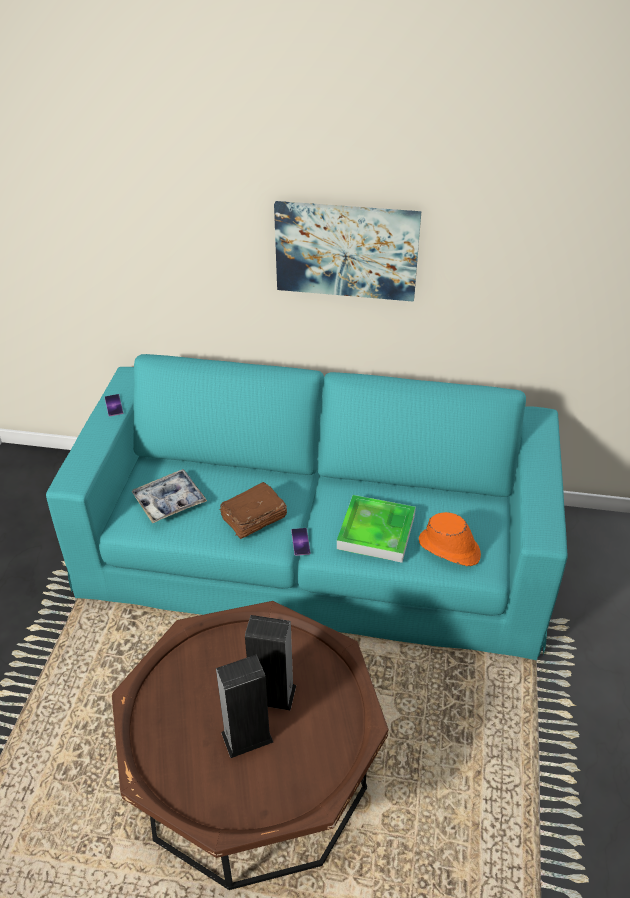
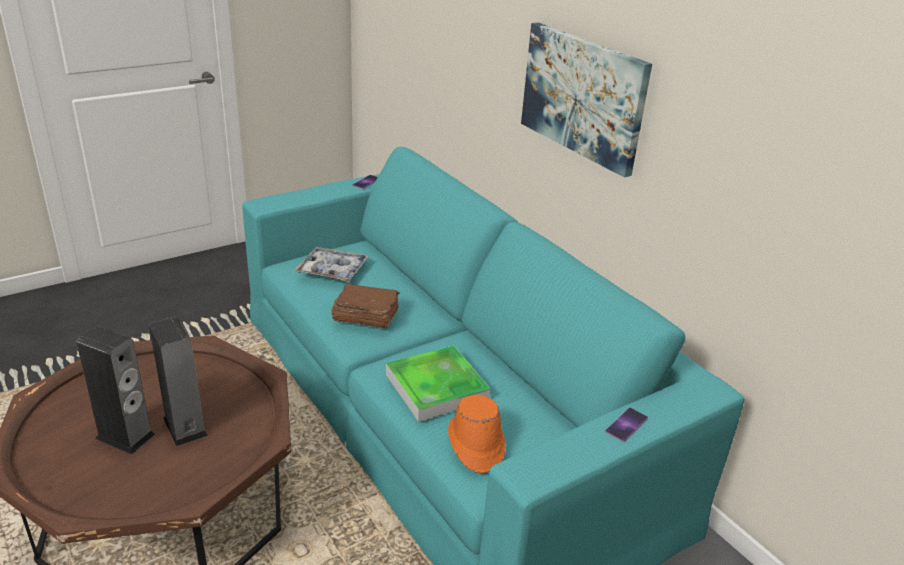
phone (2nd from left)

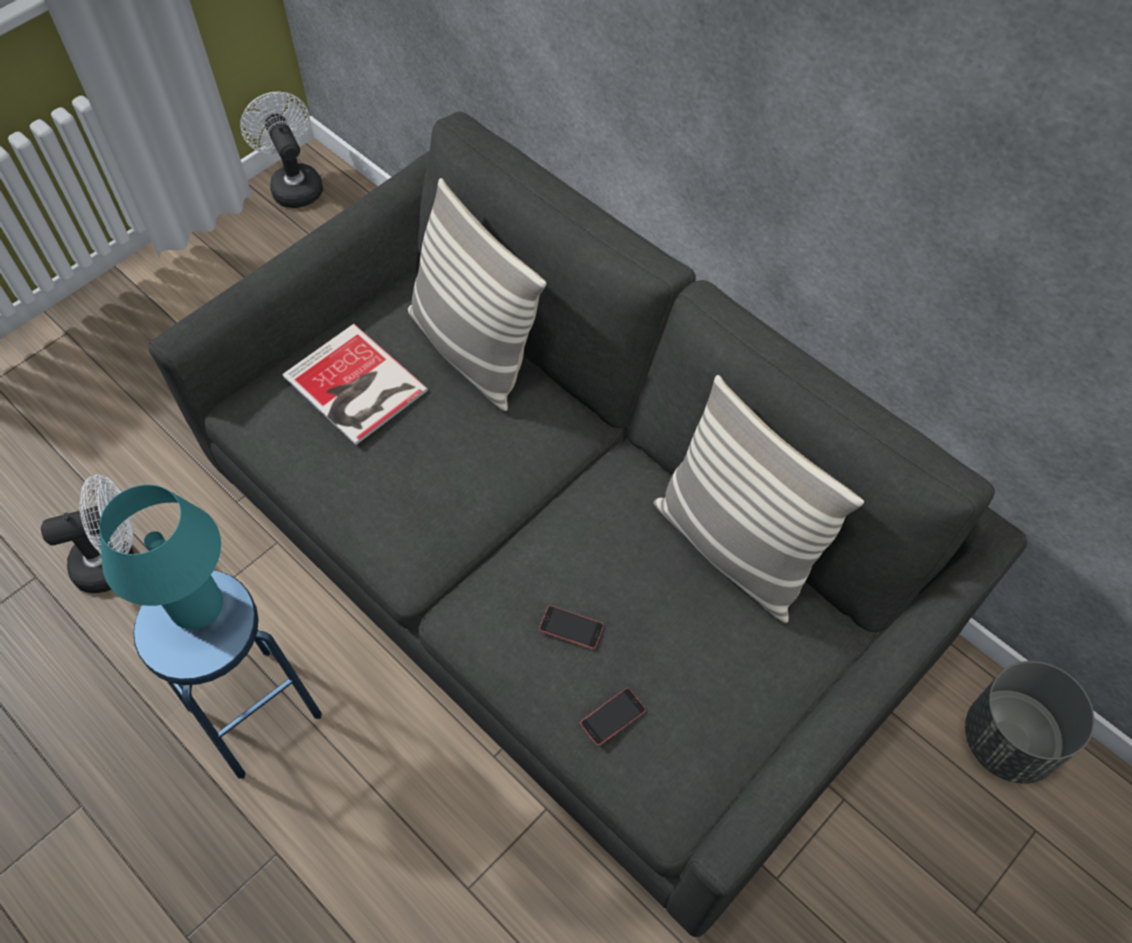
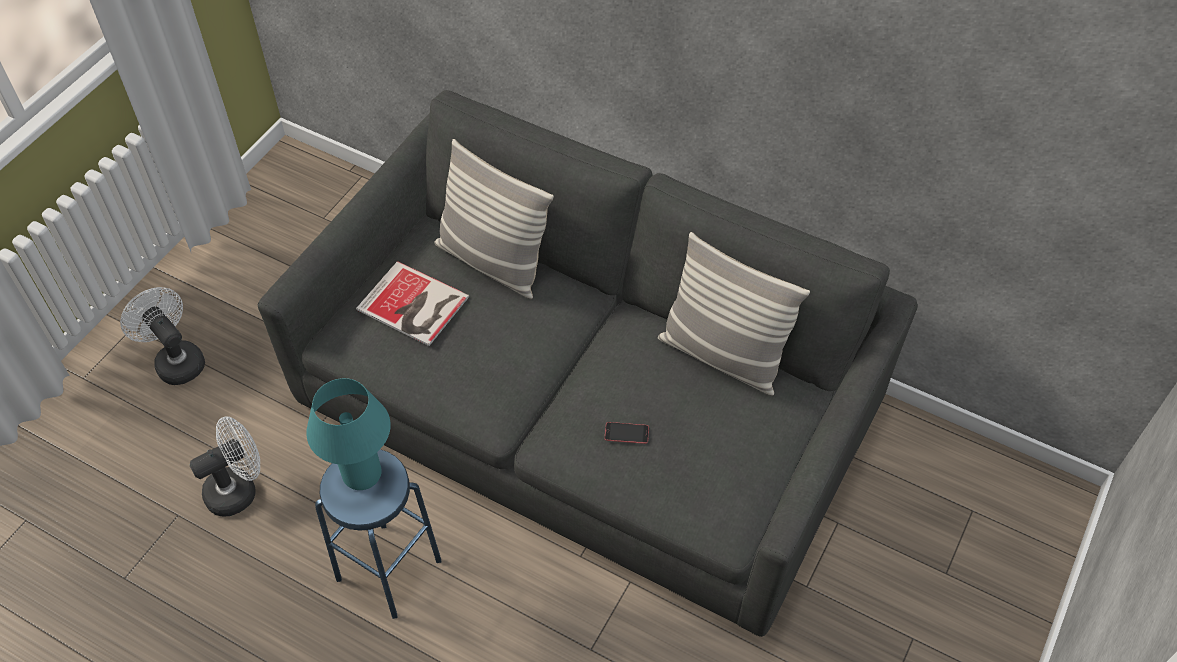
phone (2nd from left in the first image)
grey planter
white fan (1st from left)

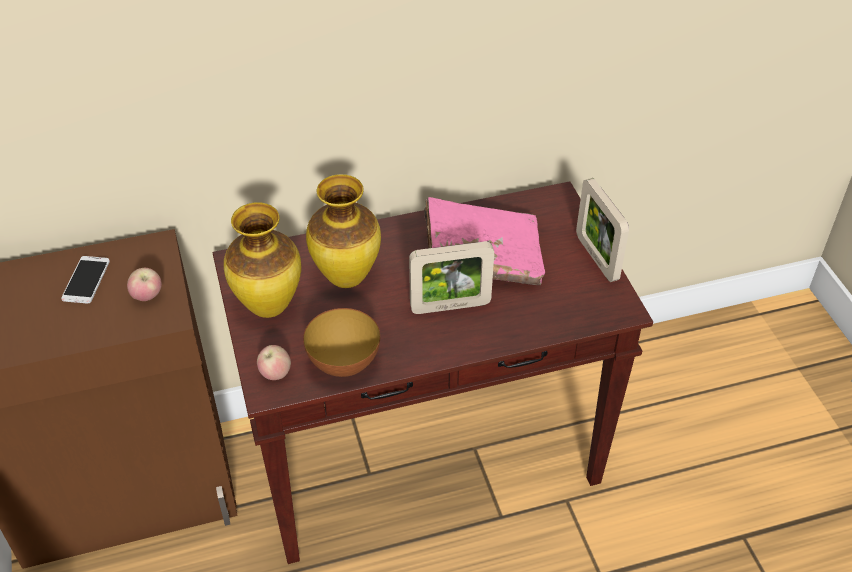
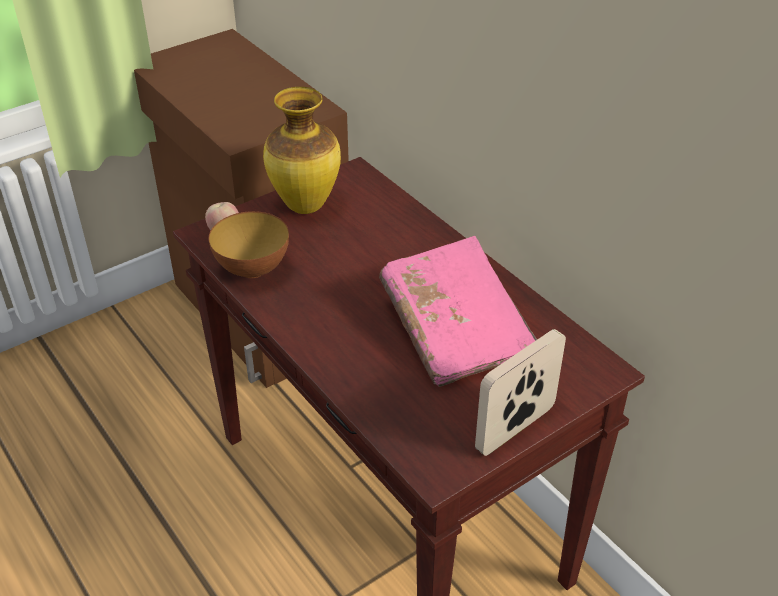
phone
apple (1st from left in the first image)
vase (2nd from left in the first image)
picture frame (1st from left in the first image)

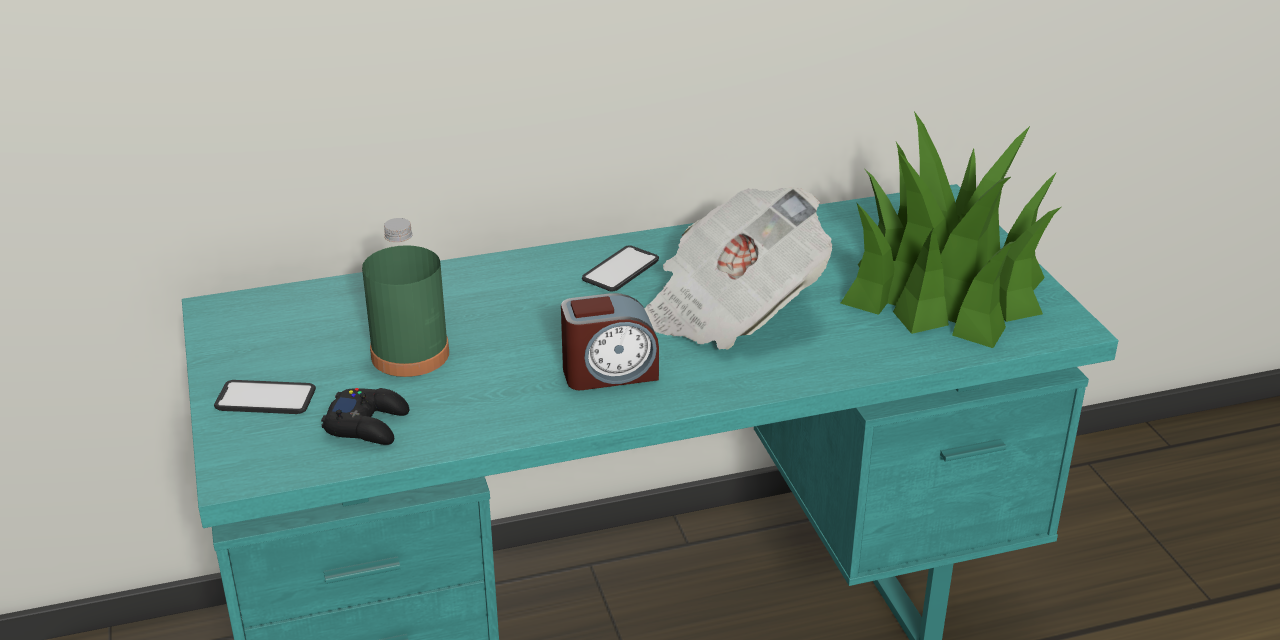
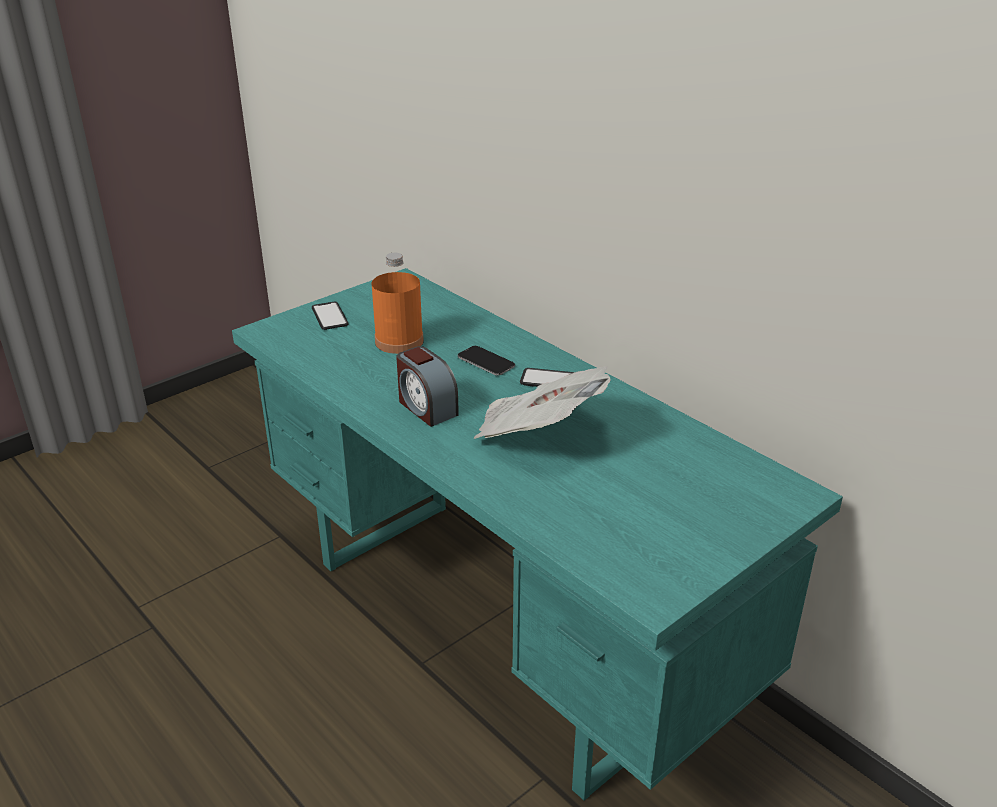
black game controller
potted plant
phone (2nd from left)
orange bottle

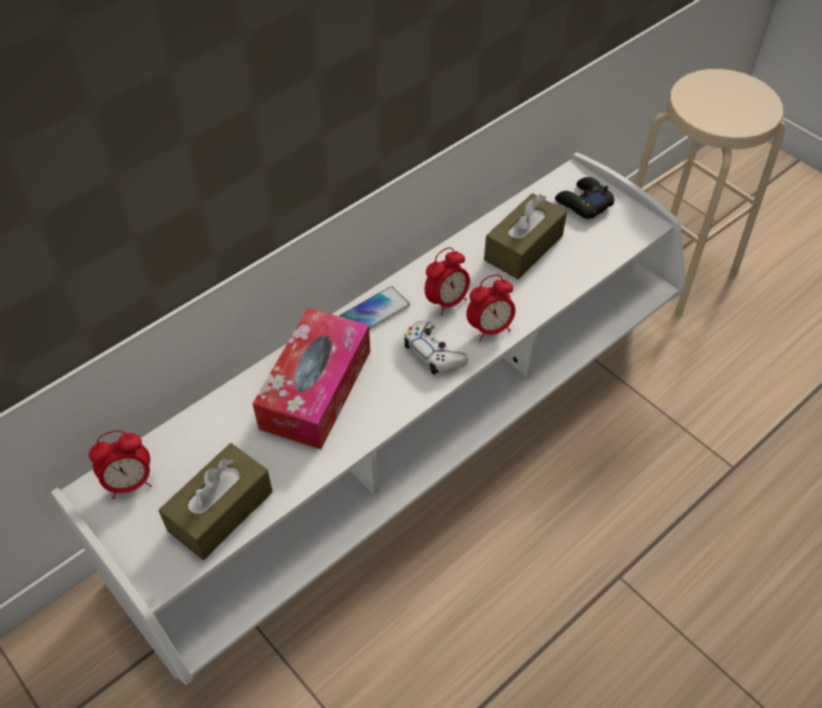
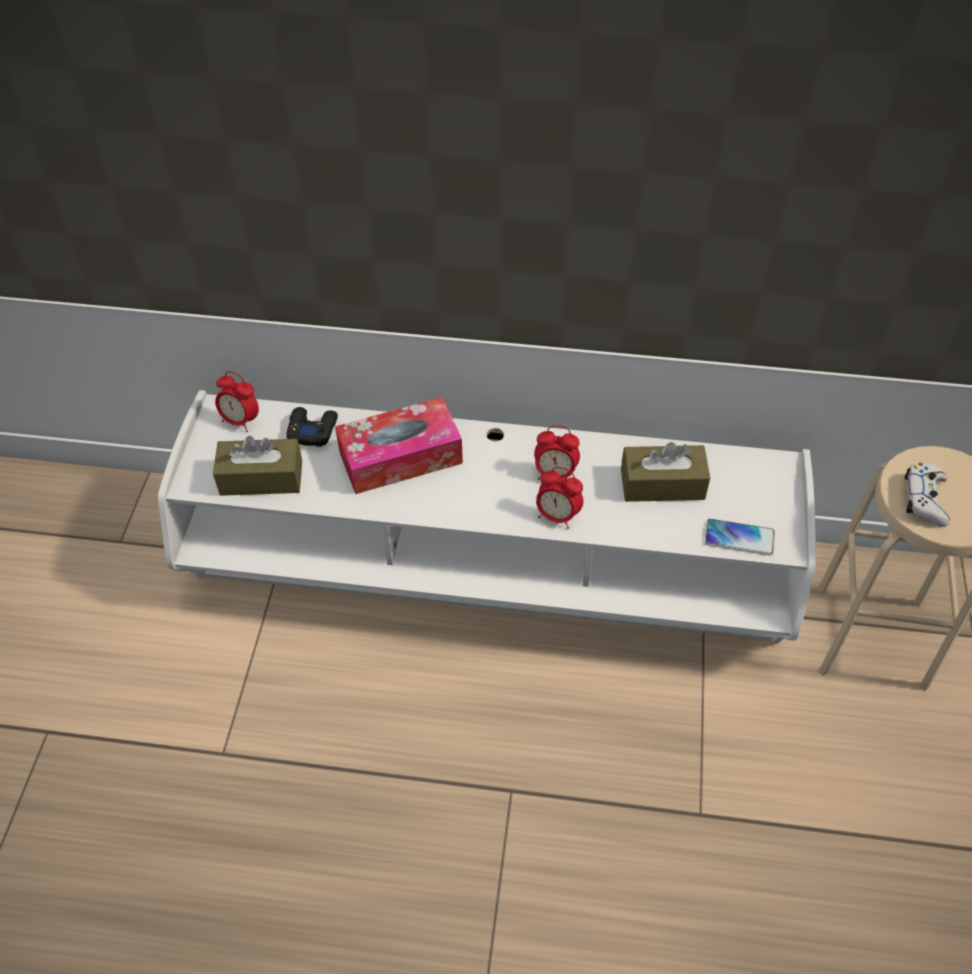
phone
white game controller
black game controller

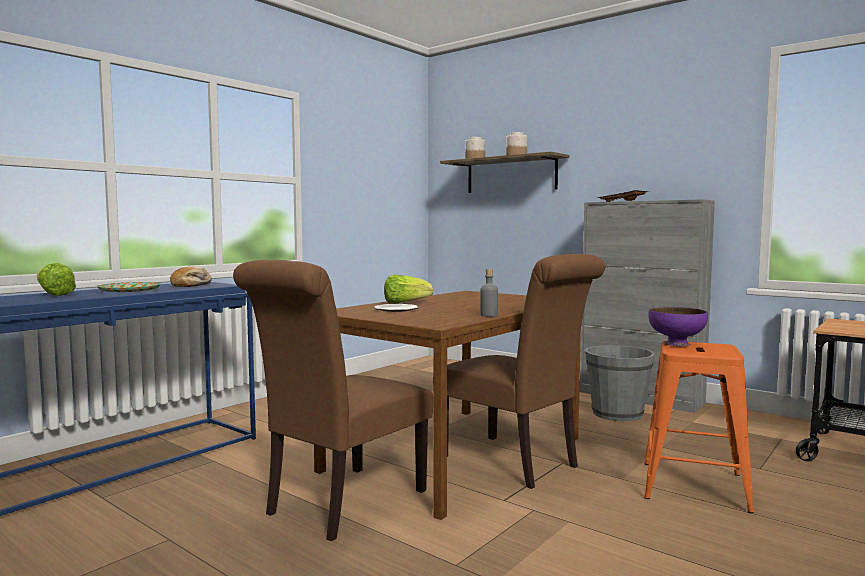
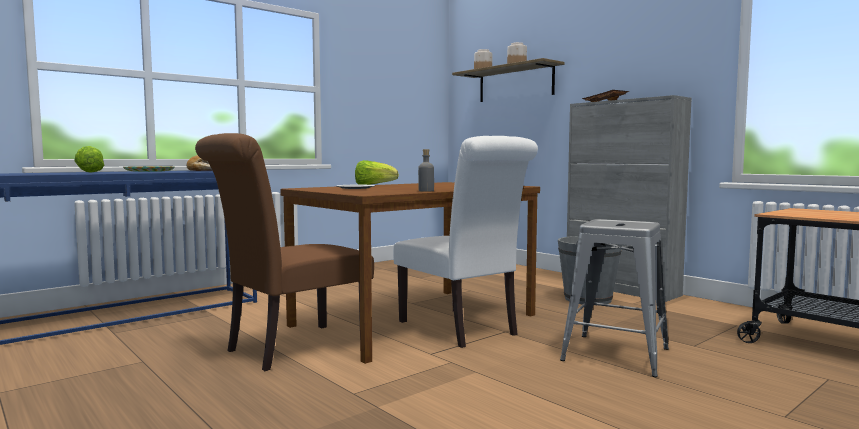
purple bowl
white chair
grey stool

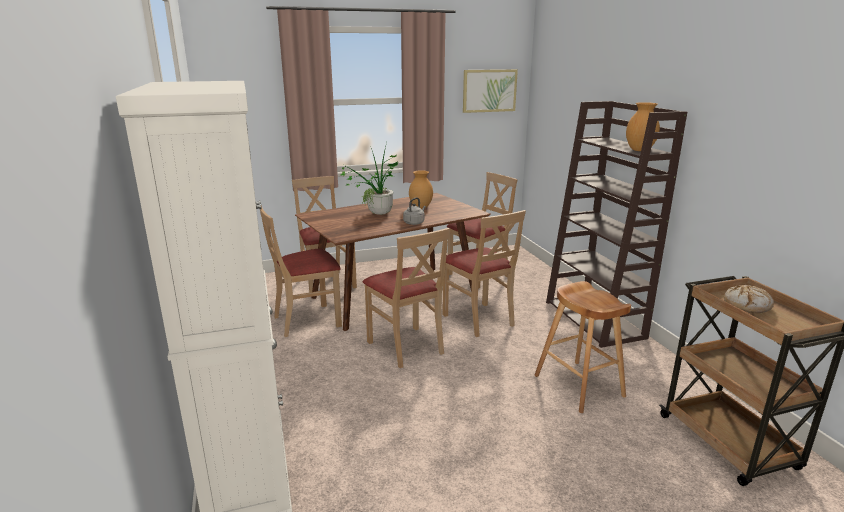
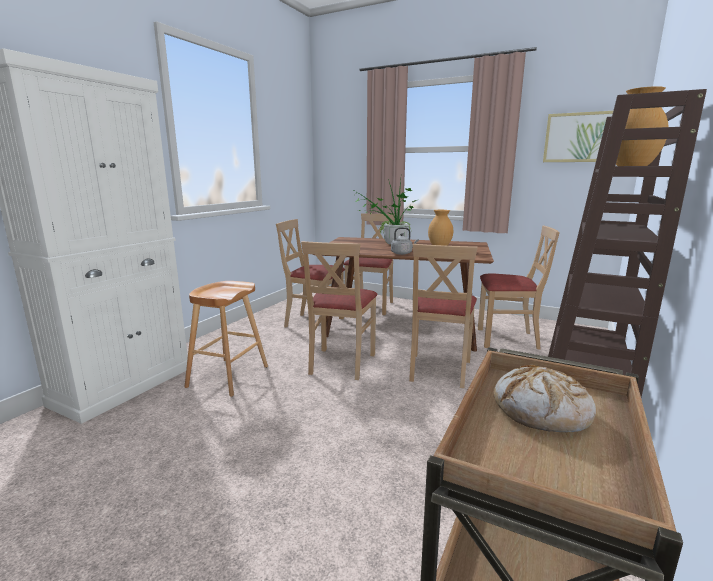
brown stool

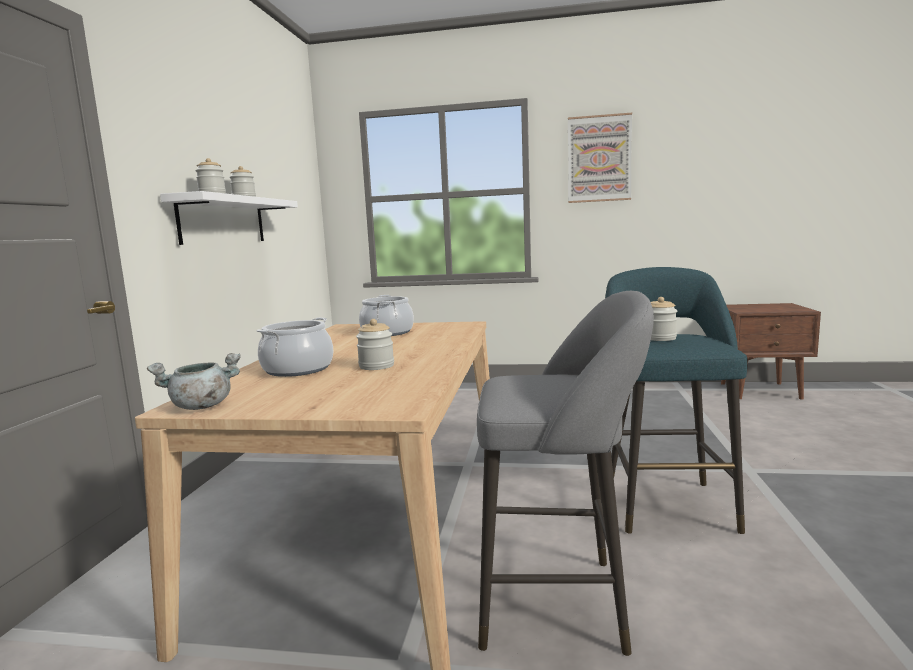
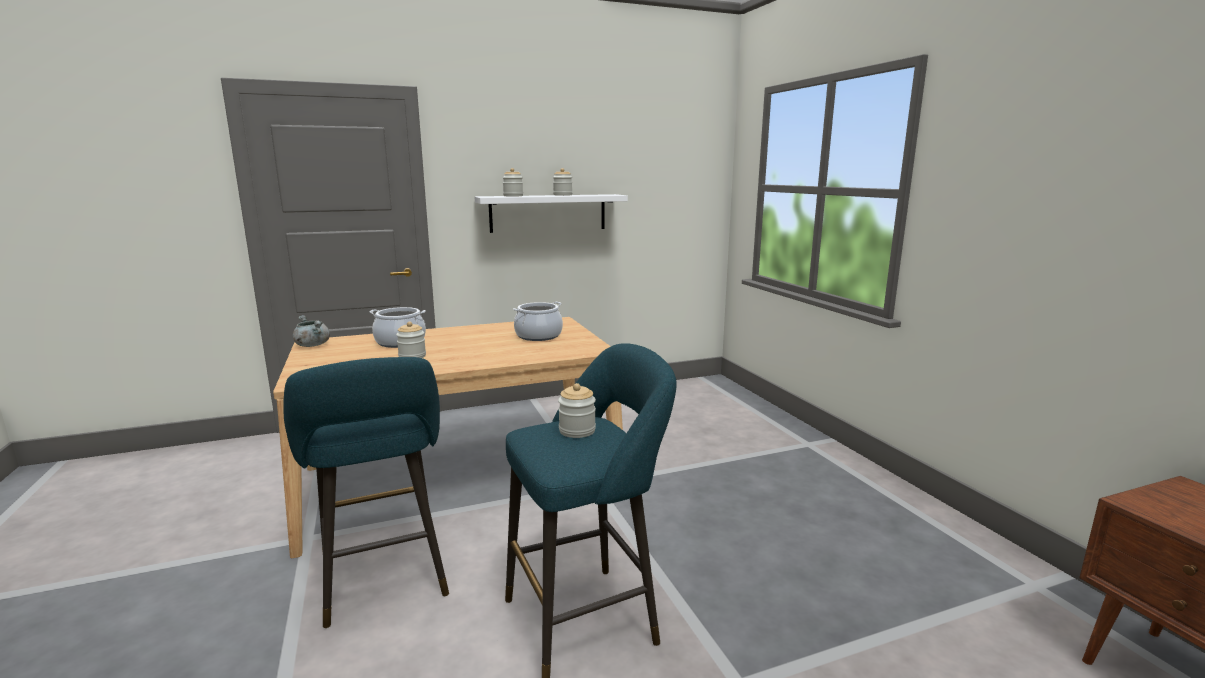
picture
turquoise stool (1st from left)

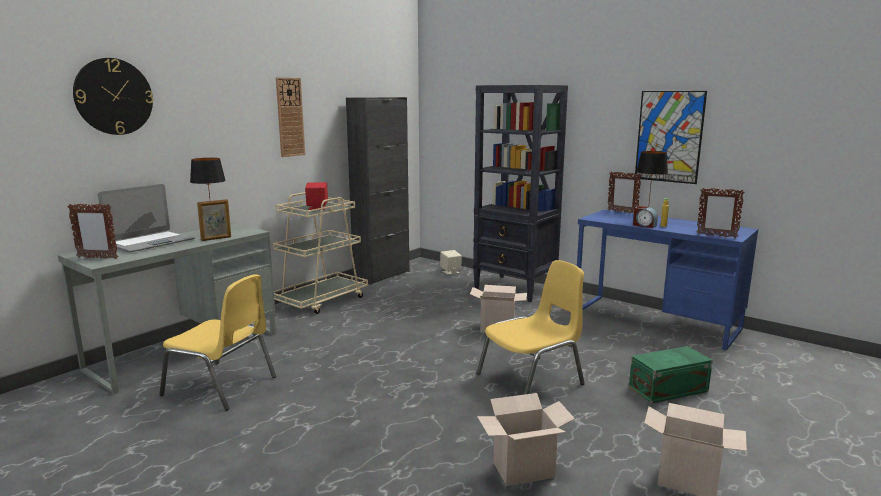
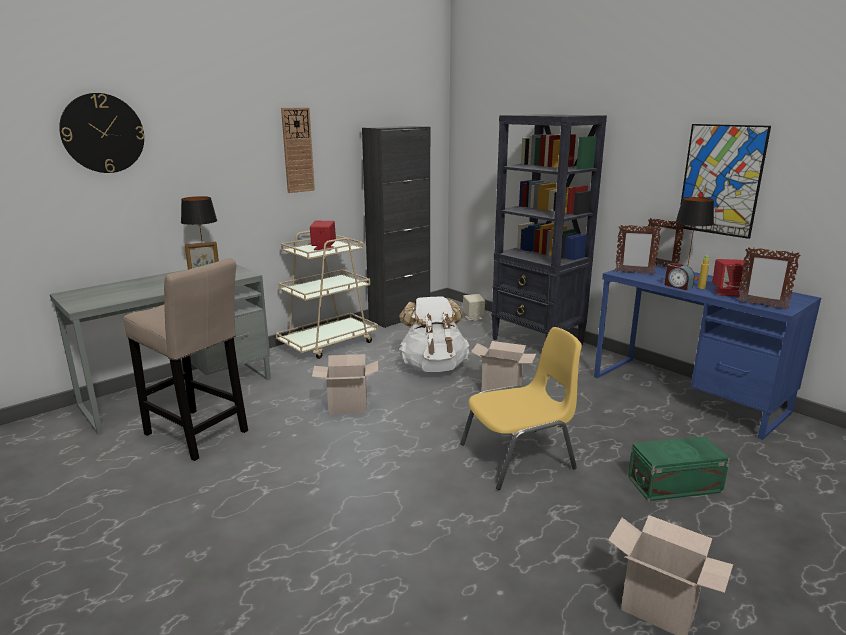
laptop
white backpack
red speaker (2nd from left)
picture frame (2nd from left)
cardboard box (1st from left)
beige stool

